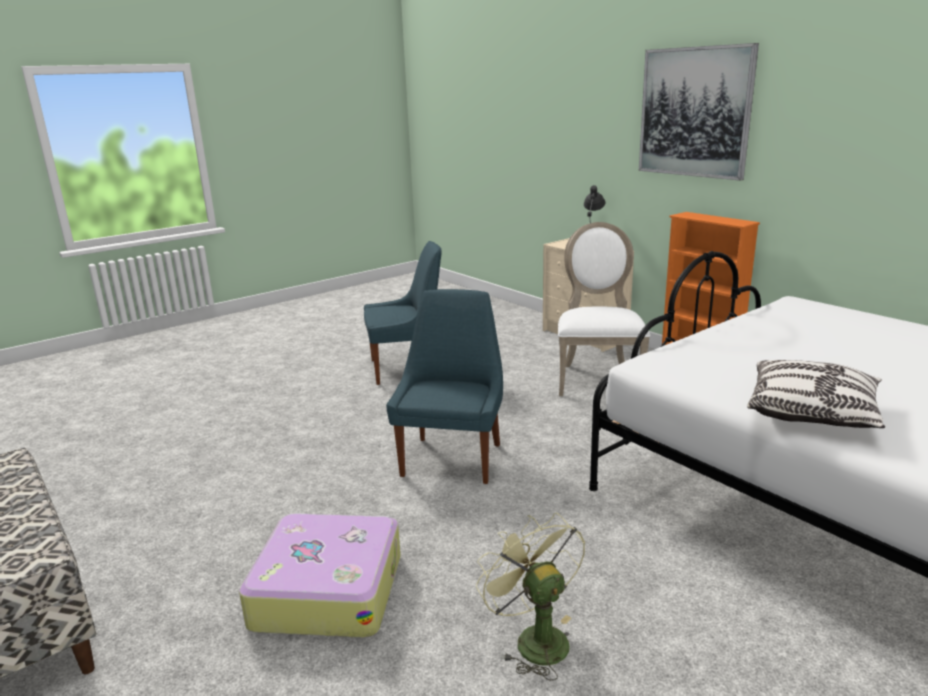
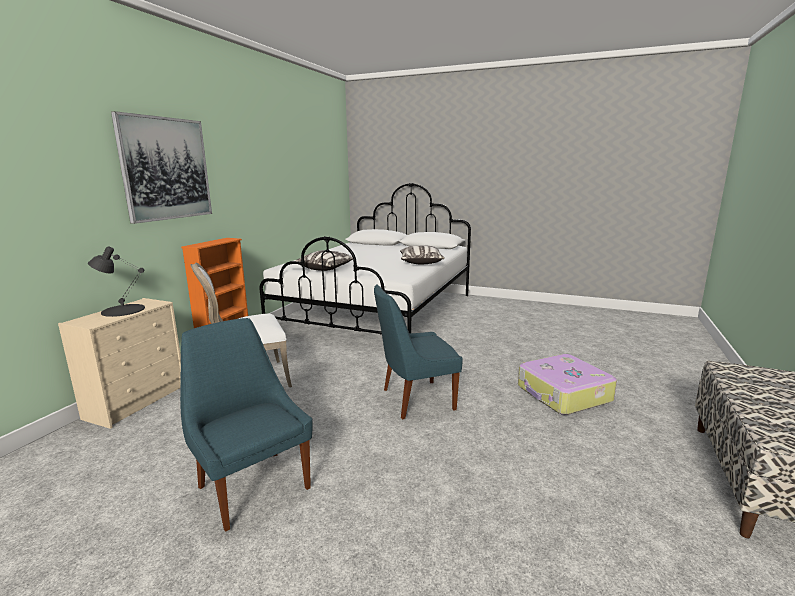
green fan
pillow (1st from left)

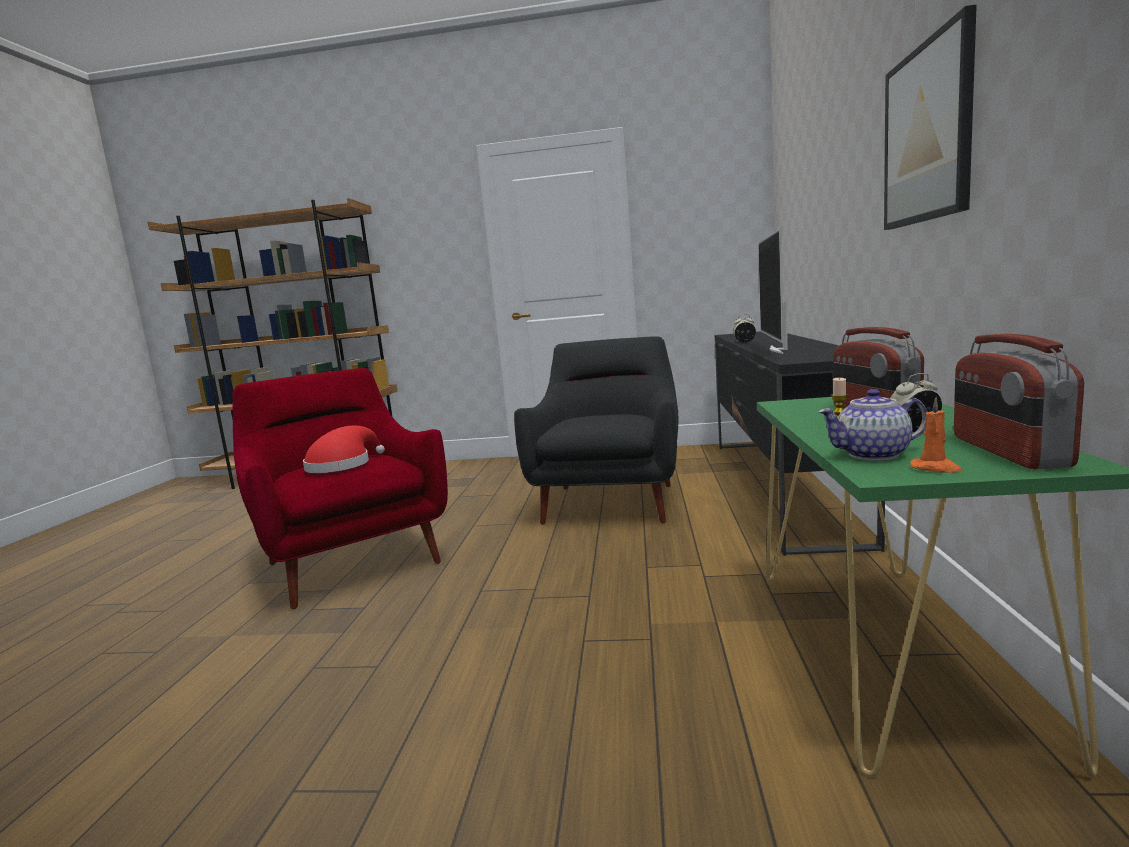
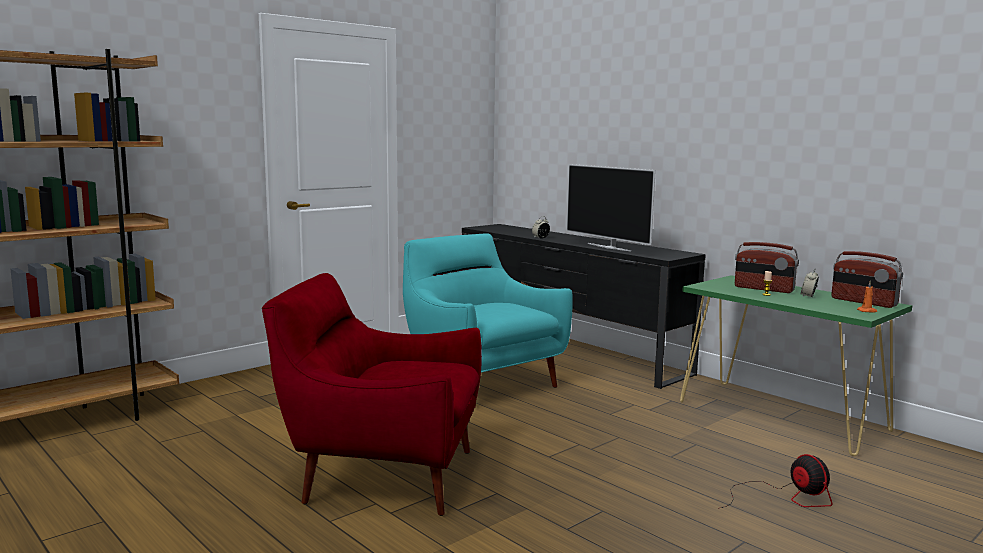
red hat
teapot
picture
fan
turquoise armchair

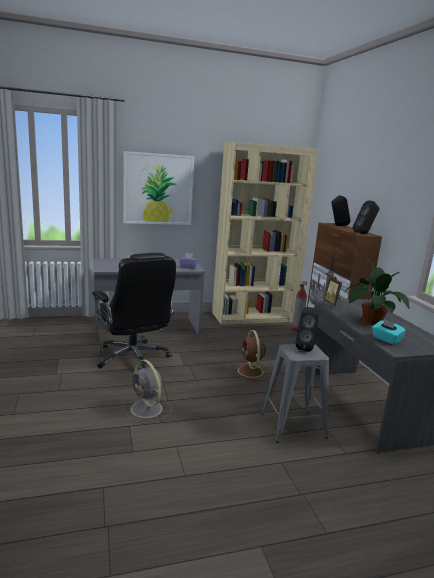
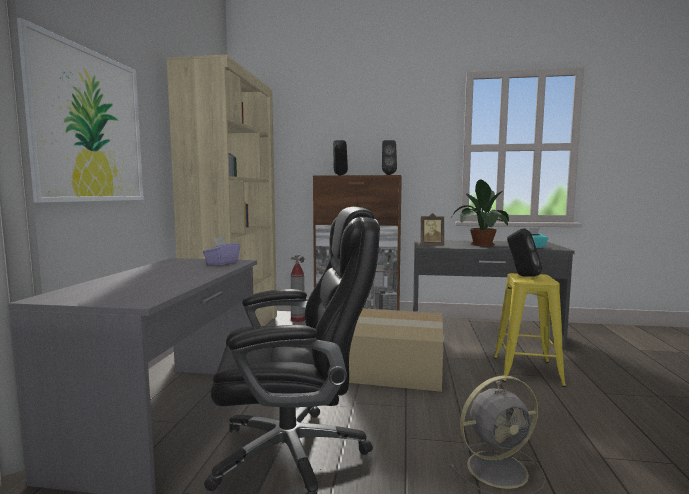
cardboard box
yellow stool

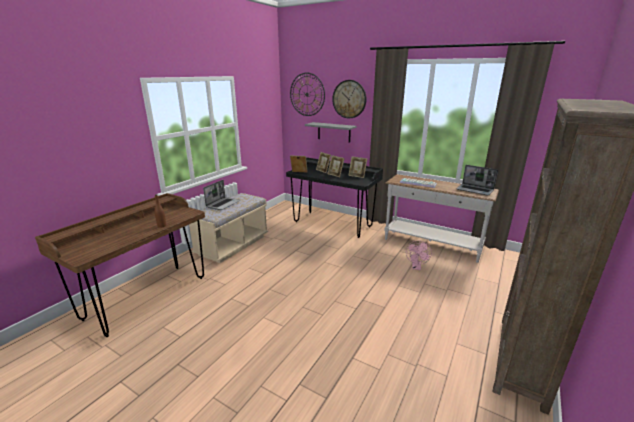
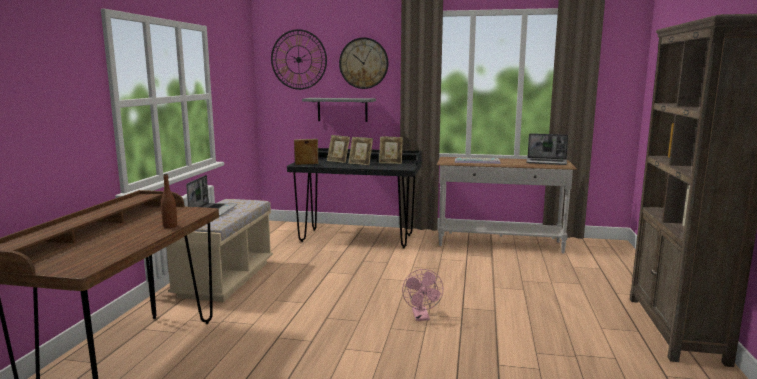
pink fan

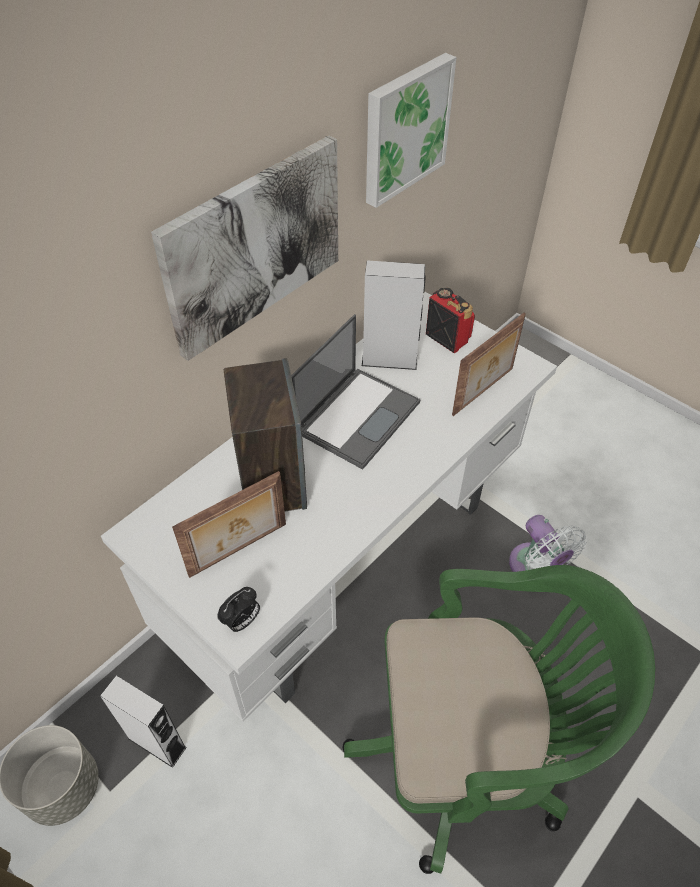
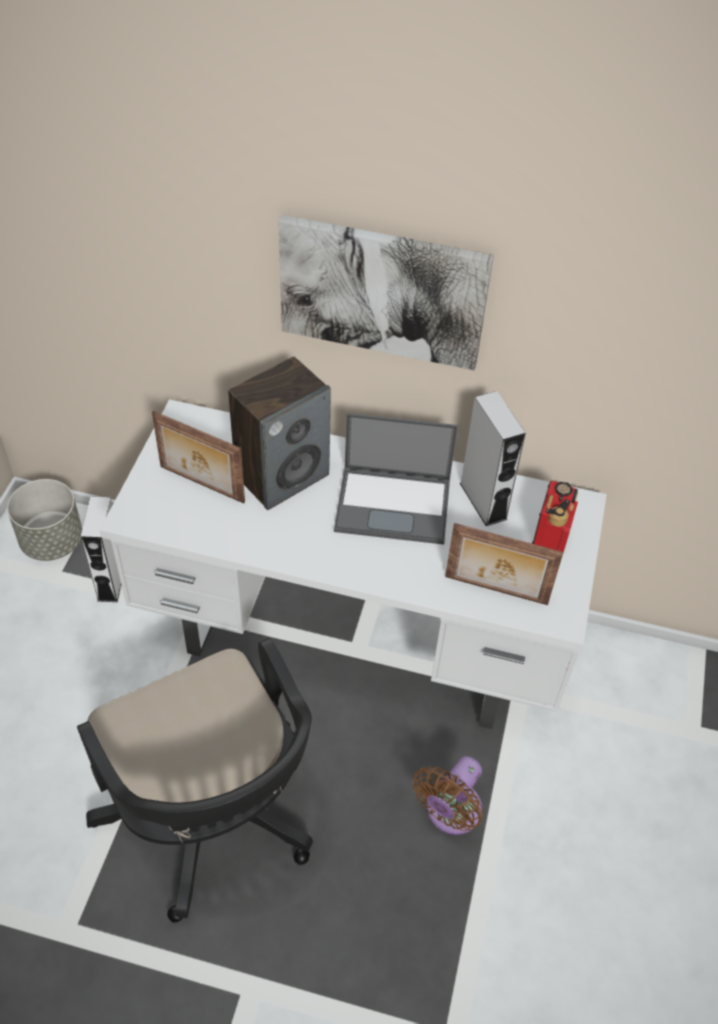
alarm clock
picture (2nd from left in the first image)
black office chair
brown fan

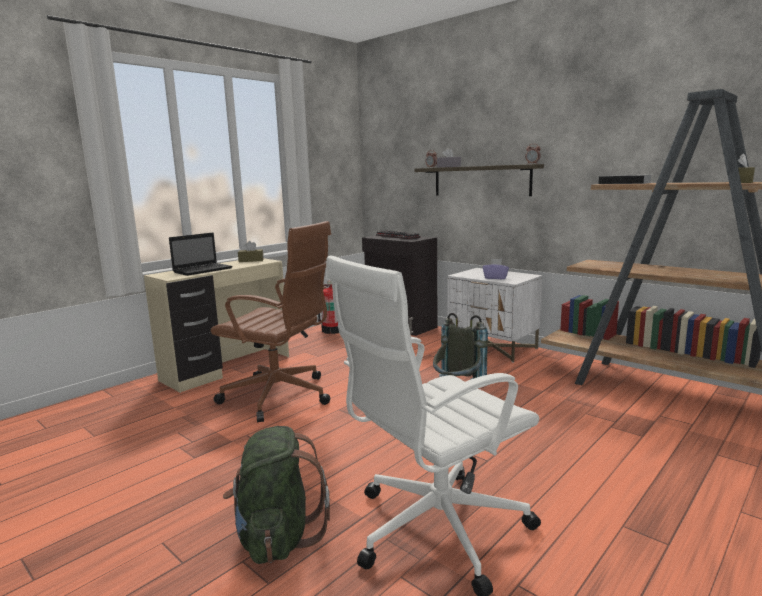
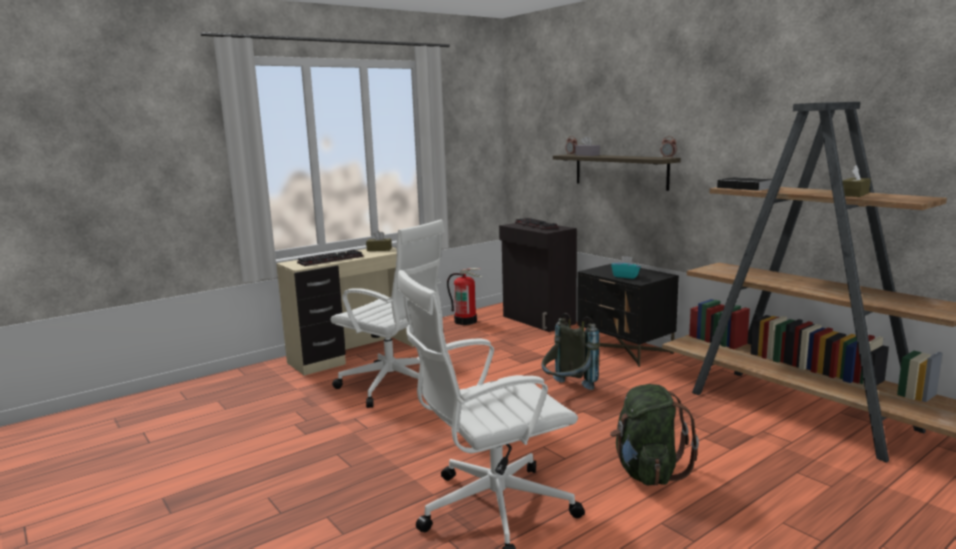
green backpack
keyboard (1st from left)
white office chair (1st from left)
black nightstand
turquoise tissue box

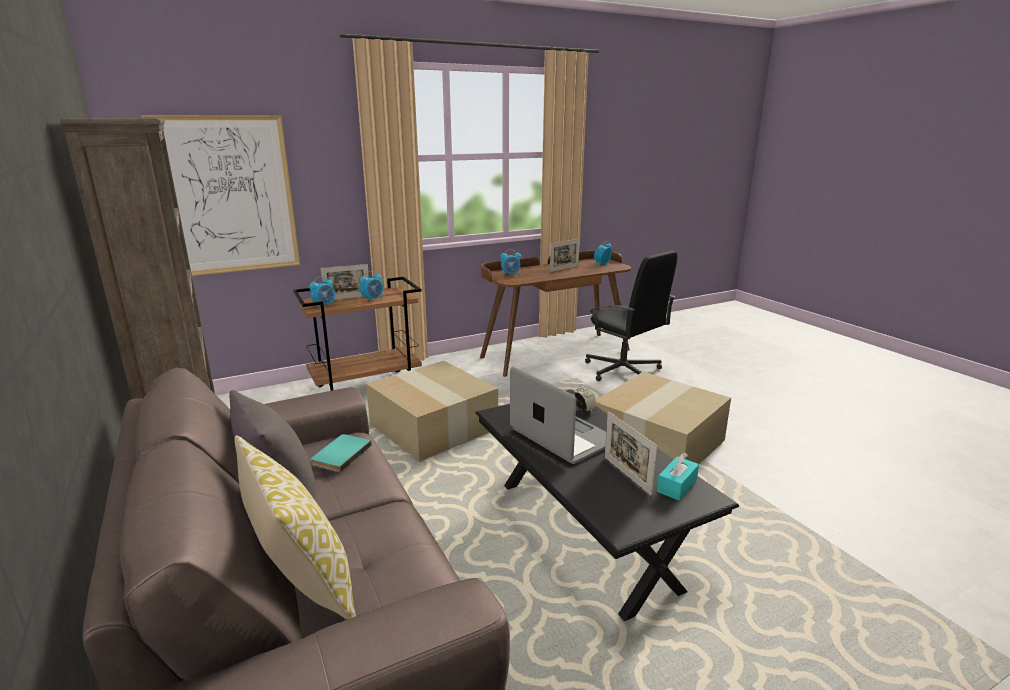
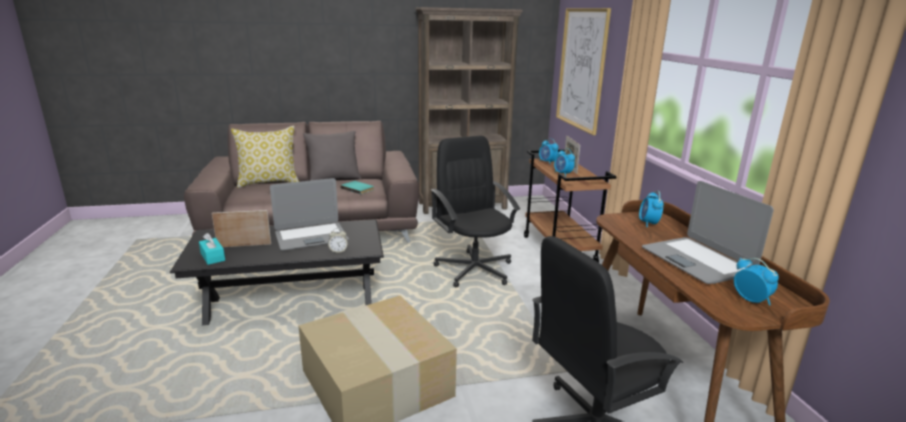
black office chair (1st from left)
laptop (2nd from left)

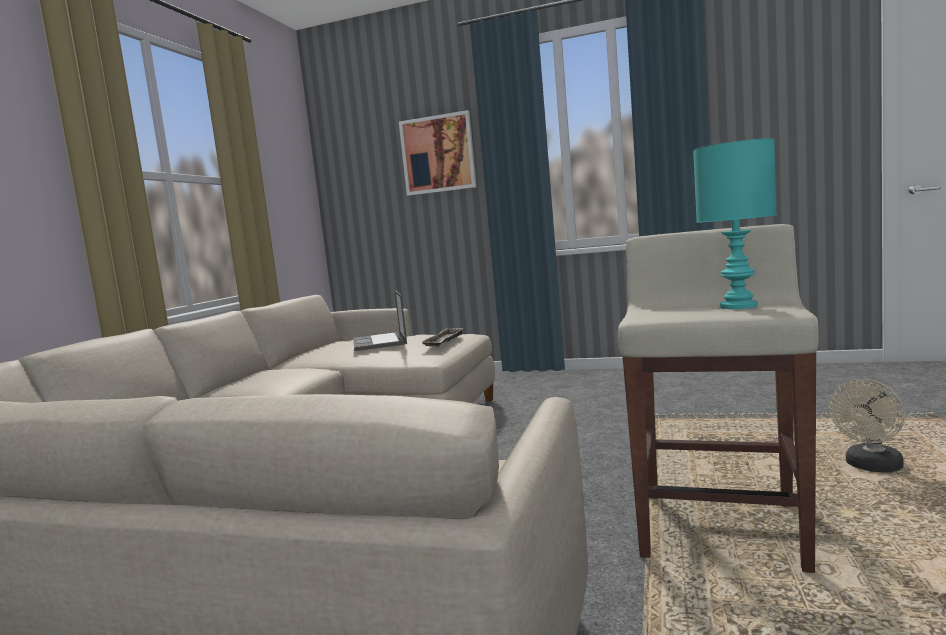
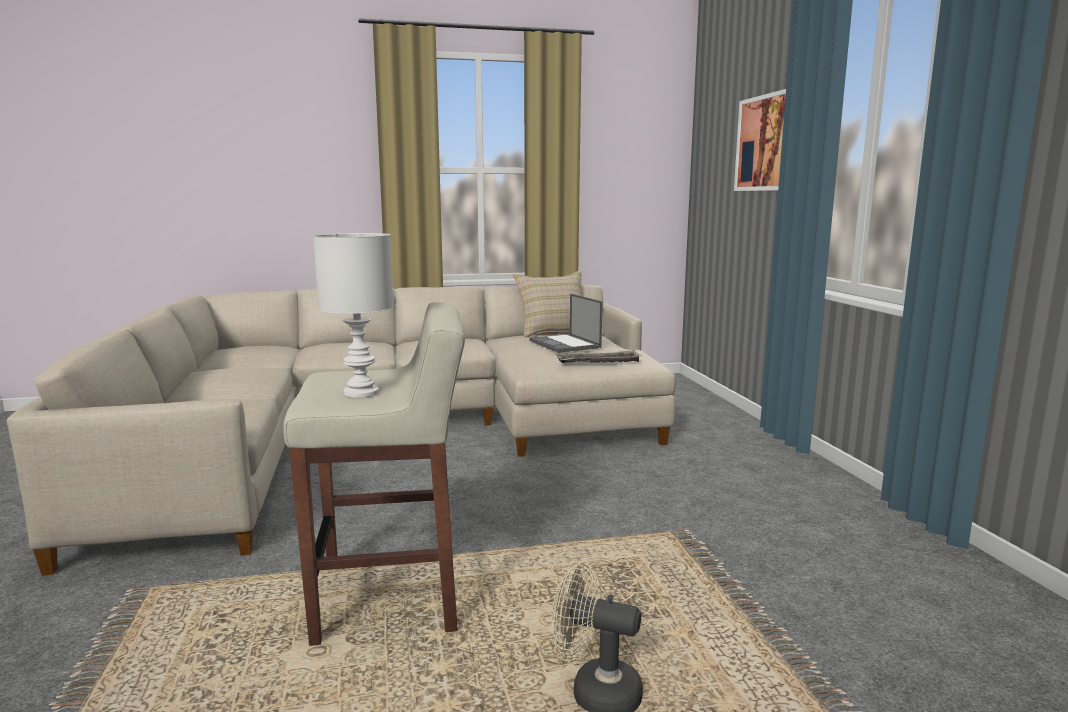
beige pillow
white table lamp
laptop

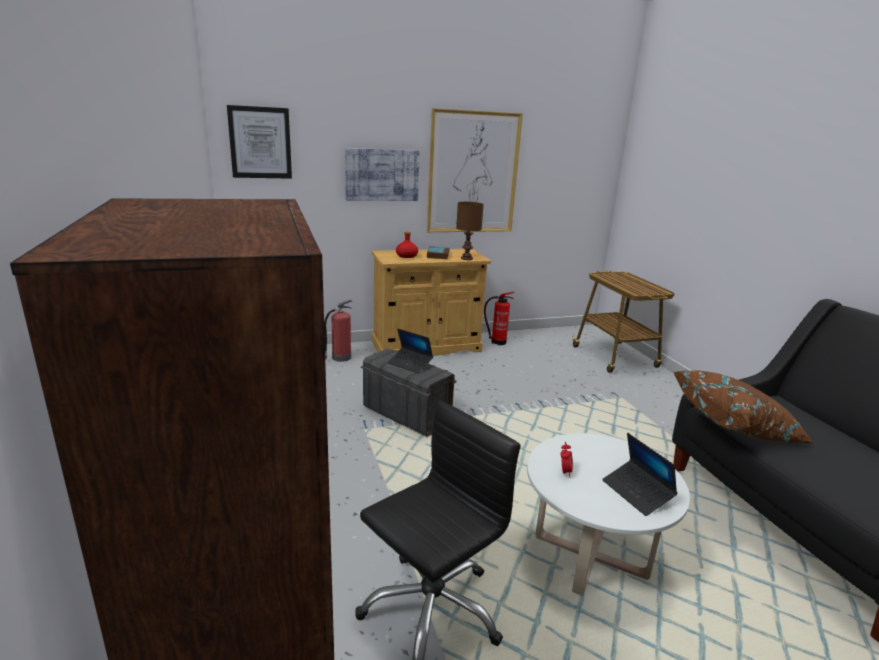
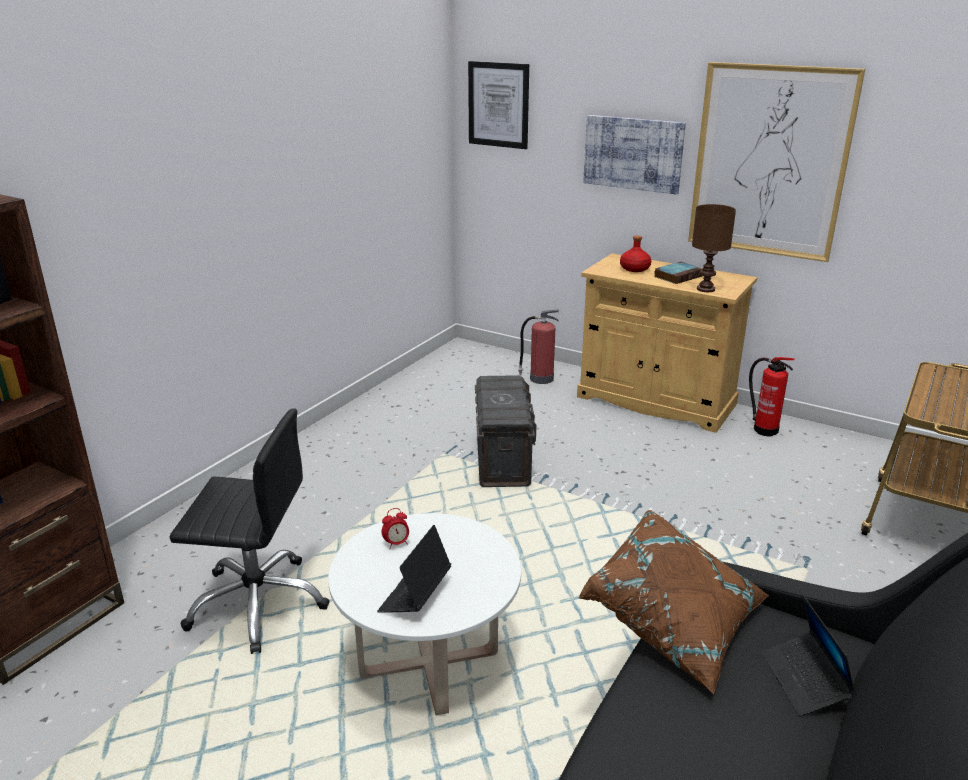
laptop (2nd from left)

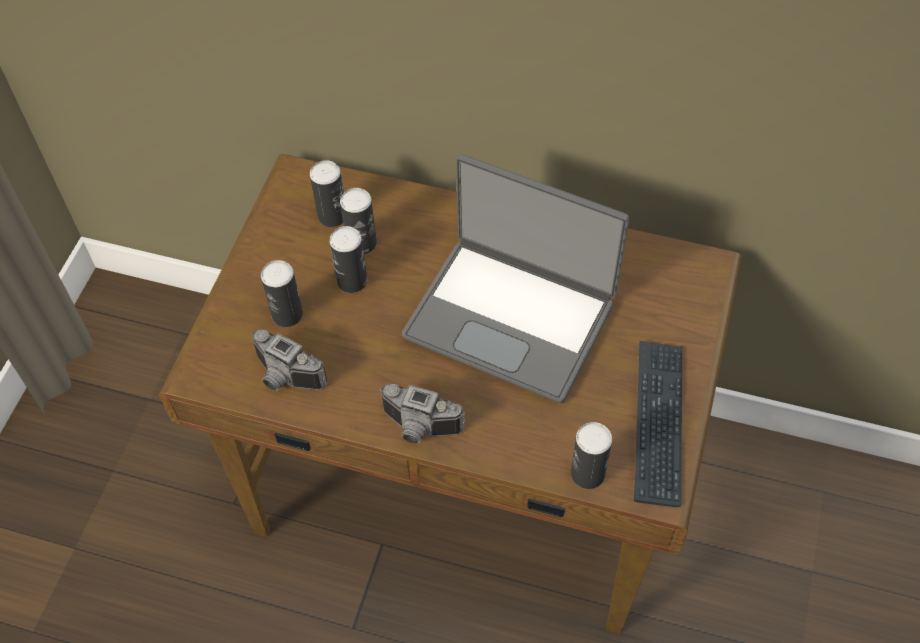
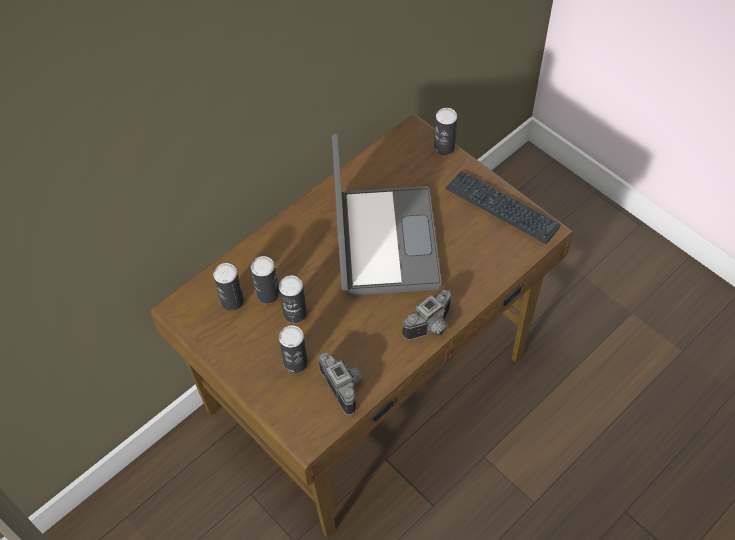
can (5th from left)
photo camera (1st from left)
laptop

